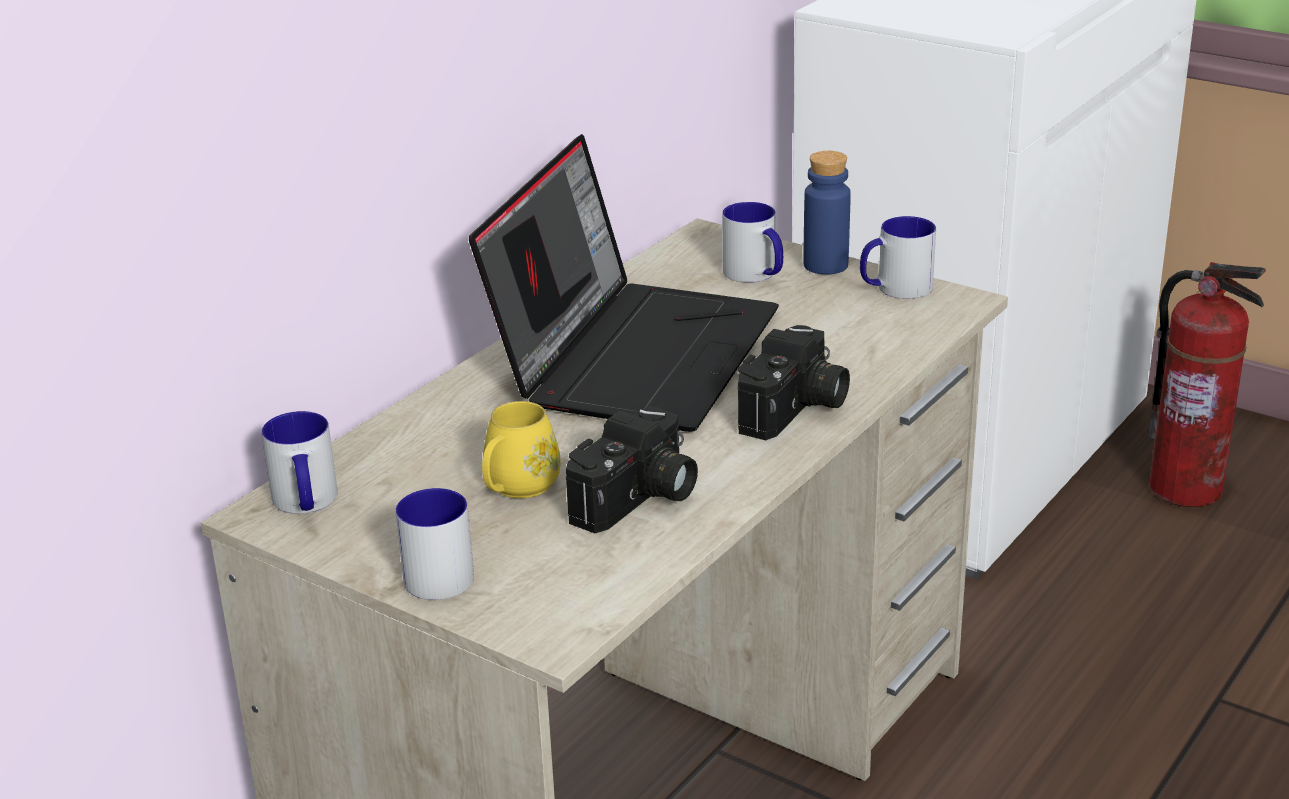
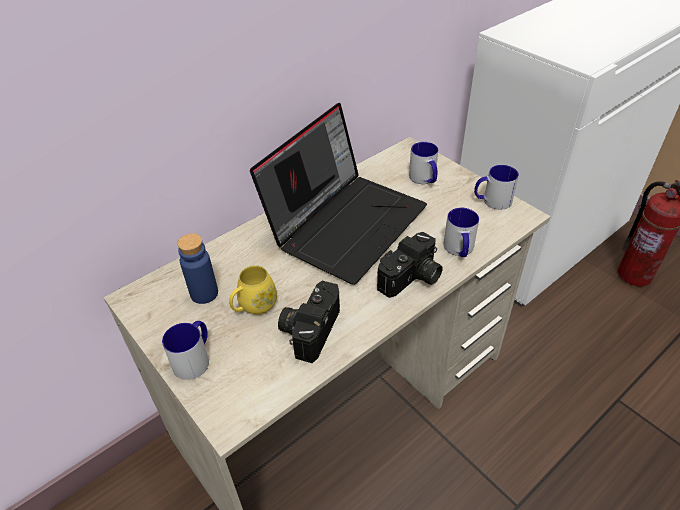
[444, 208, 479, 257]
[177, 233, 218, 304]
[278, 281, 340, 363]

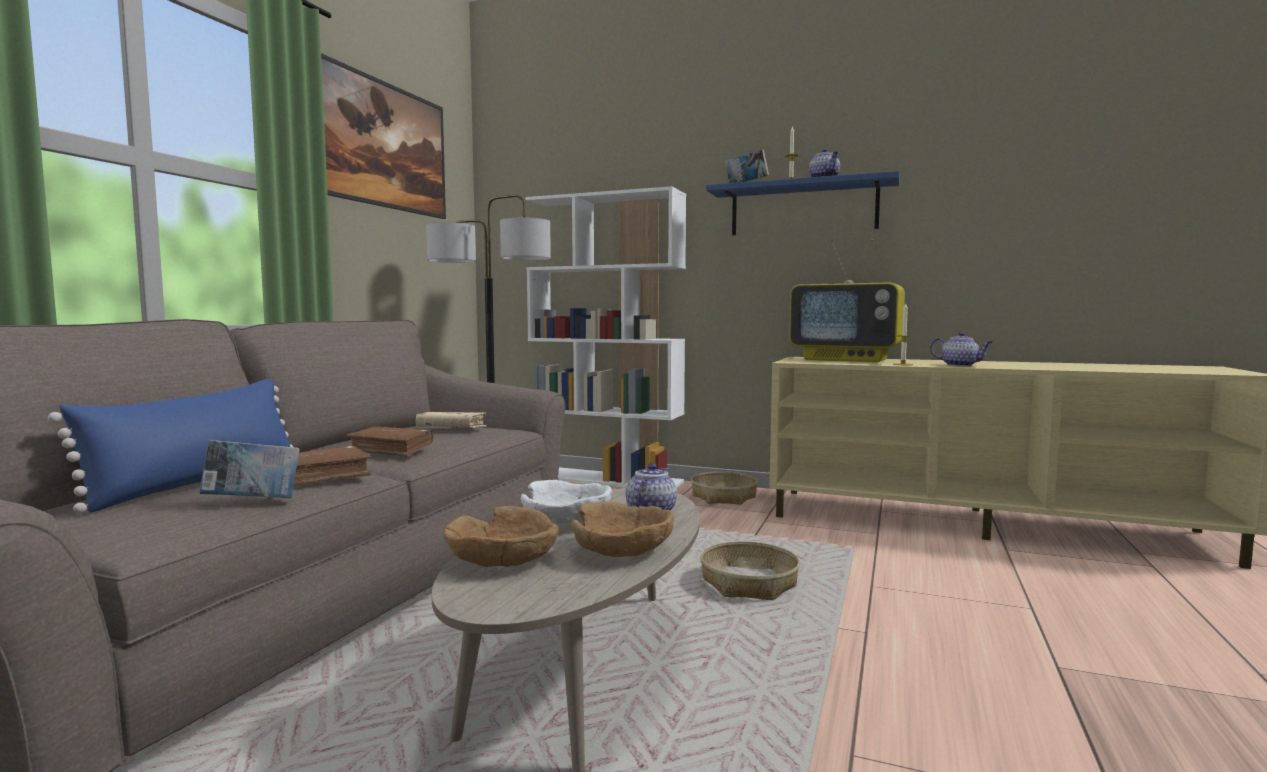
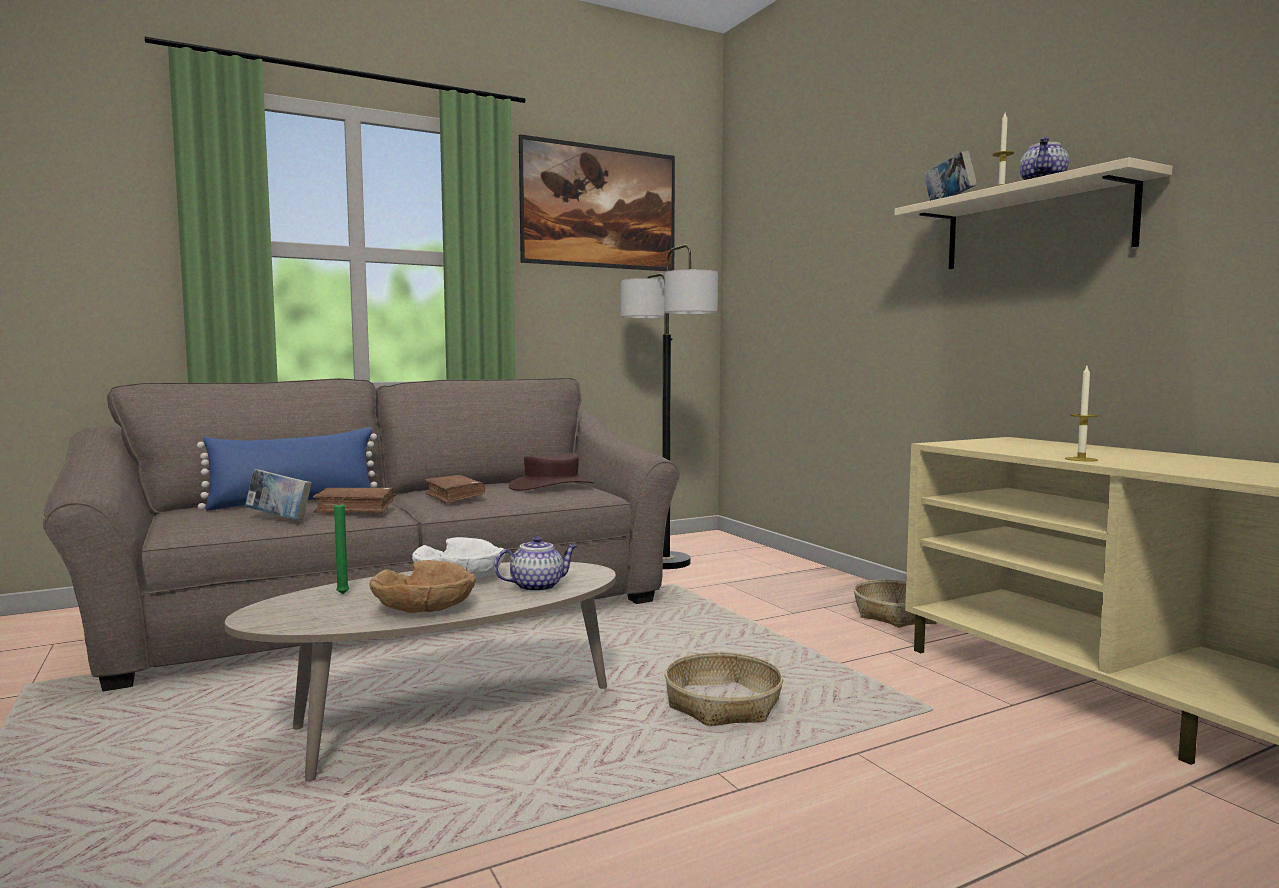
[525, 186, 686, 488] (first image)
[789, 239, 905, 362] (first image)
[930, 332, 993, 366] (first image)
[508, 453, 594, 491]
[334, 495, 349, 594]
[894, 157, 1173, 269]

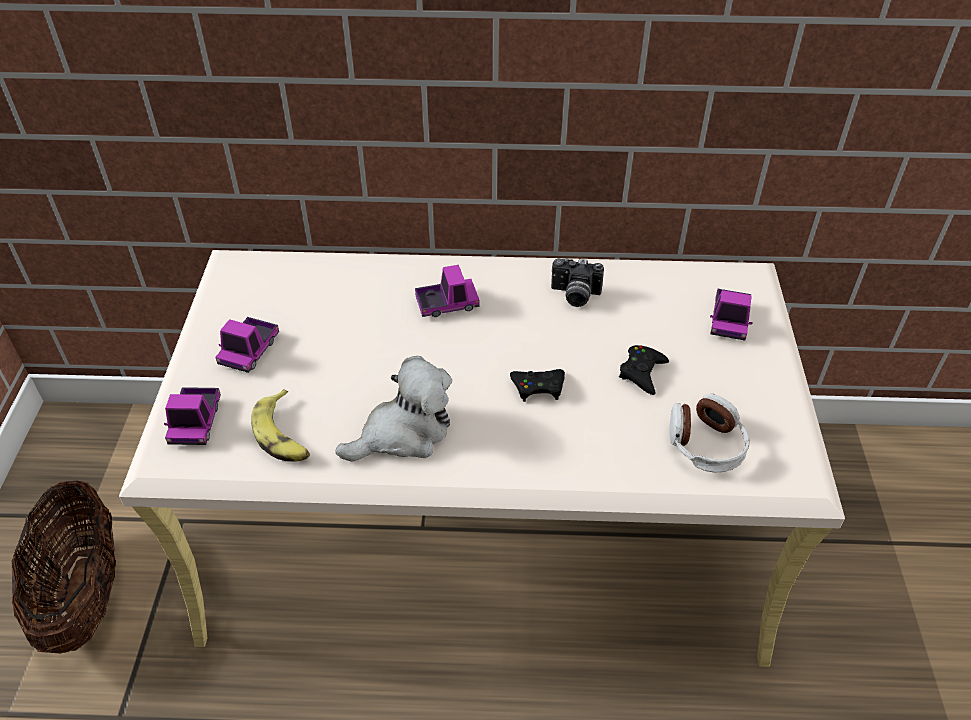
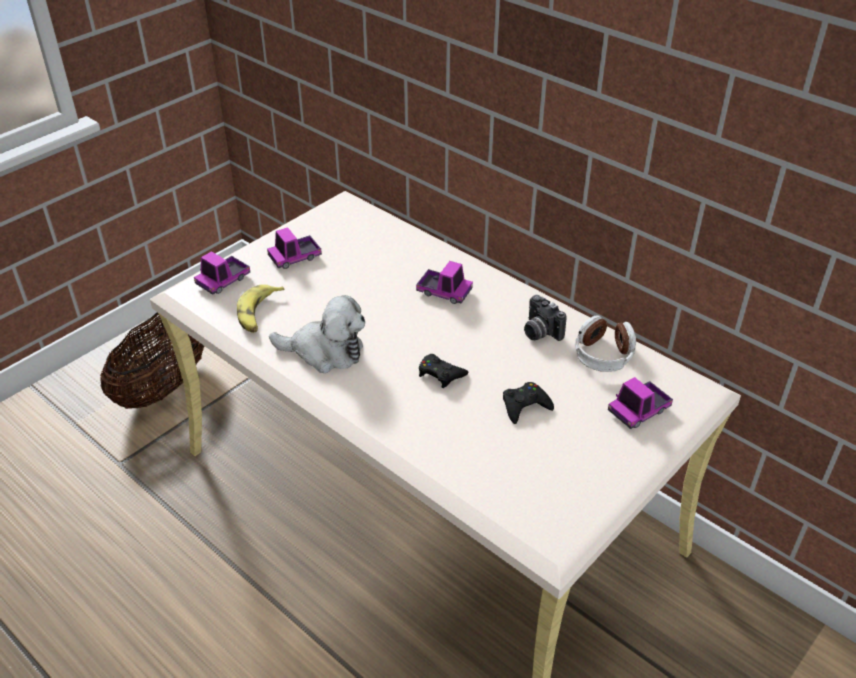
[575, 315, 636, 372]

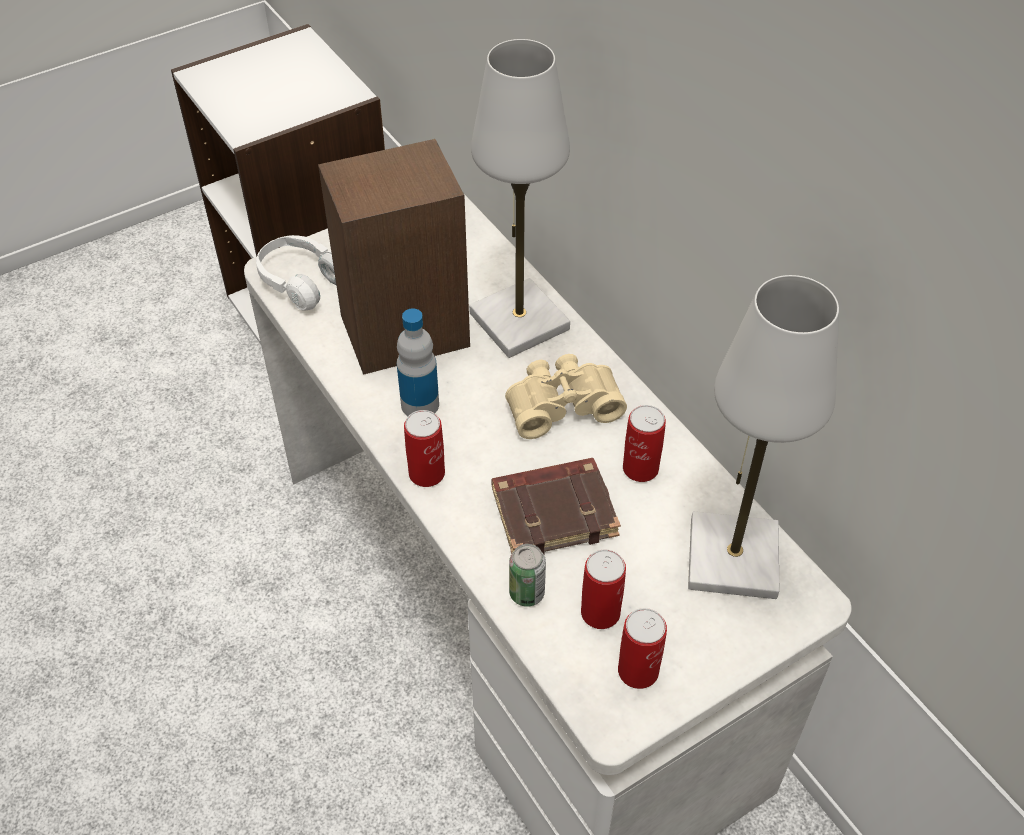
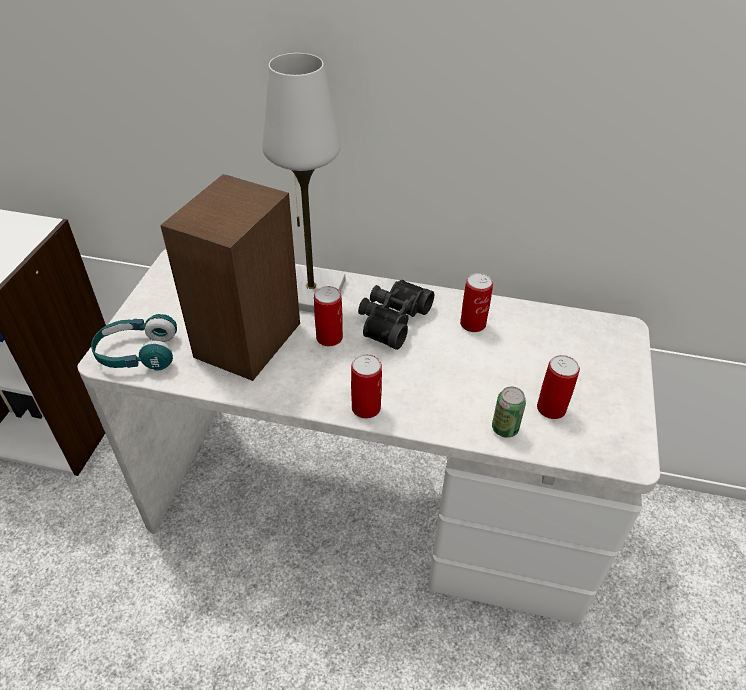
[397, 308, 439, 416] (first image)
[491, 458, 621, 555] (first image)
[688, 275, 839, 599] (first image)
[314, 286, 343, 346]
[91, 314, 177, 371]
[358, 280, 434, 350]

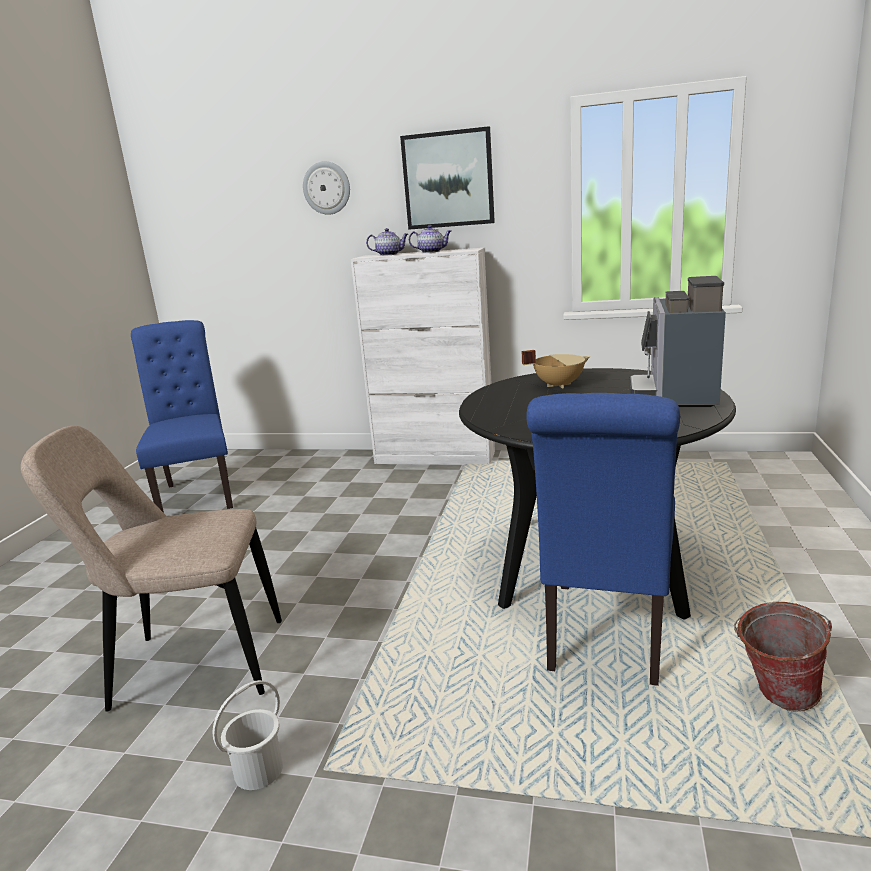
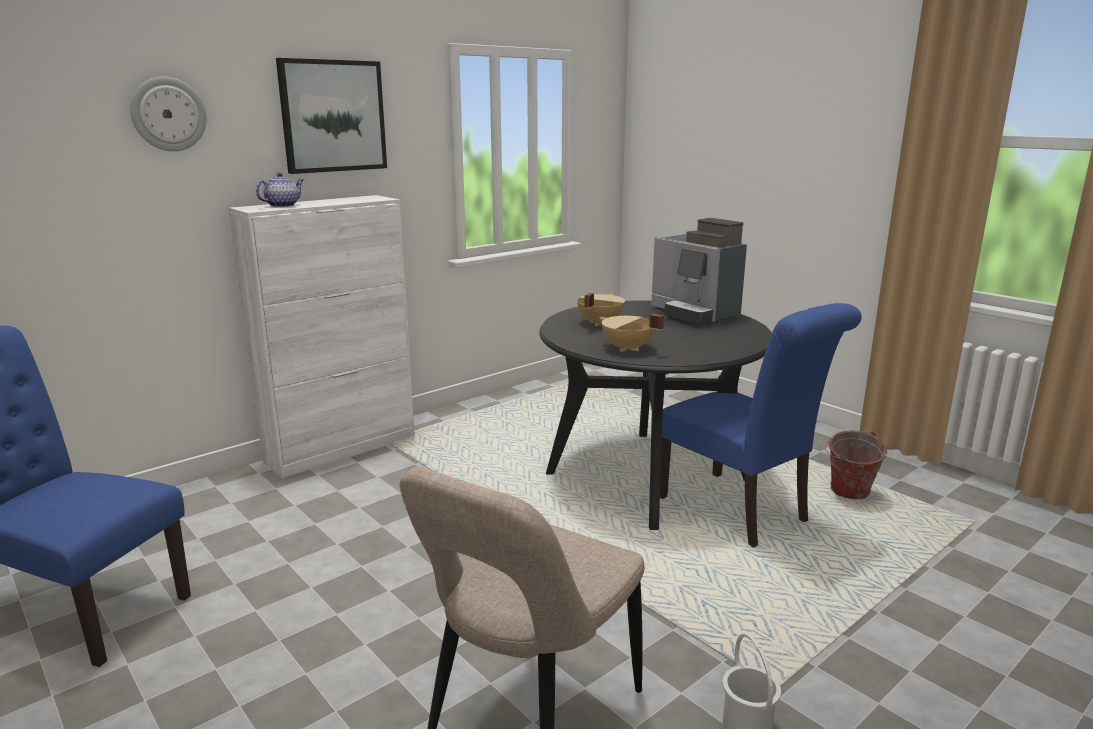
[409, 225, 451, 253] (first image)
[600, 314, 664, 352]

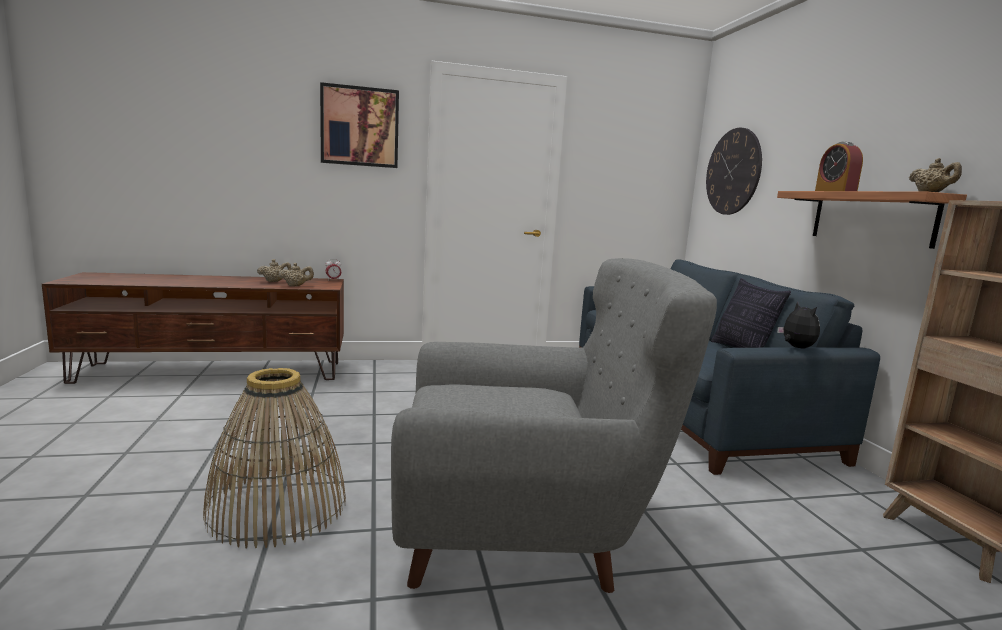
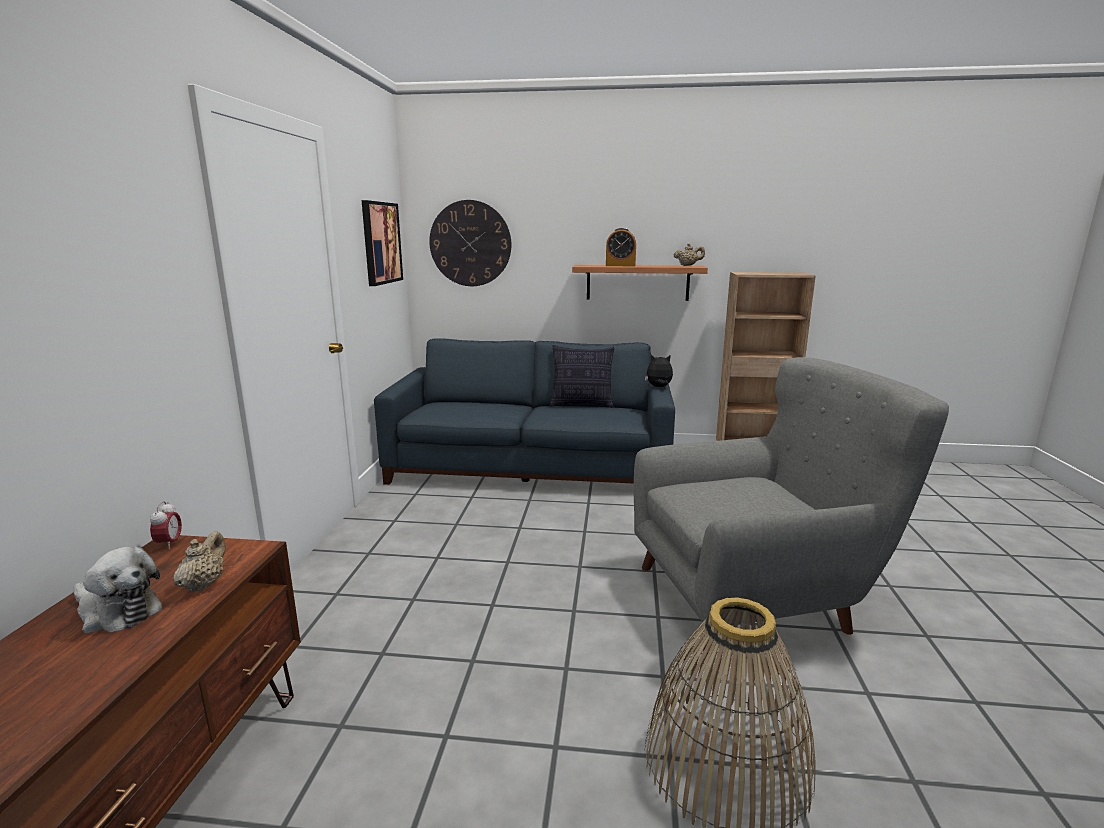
[362, 200, 403, 286]
[74, 547, 163, 633]
[634, 357, 949, 652]

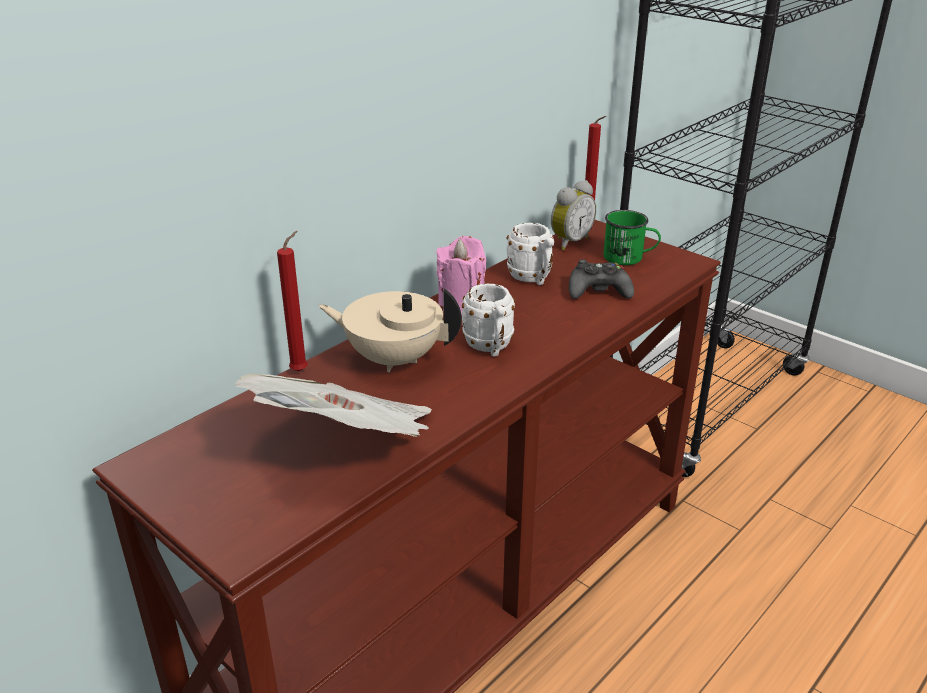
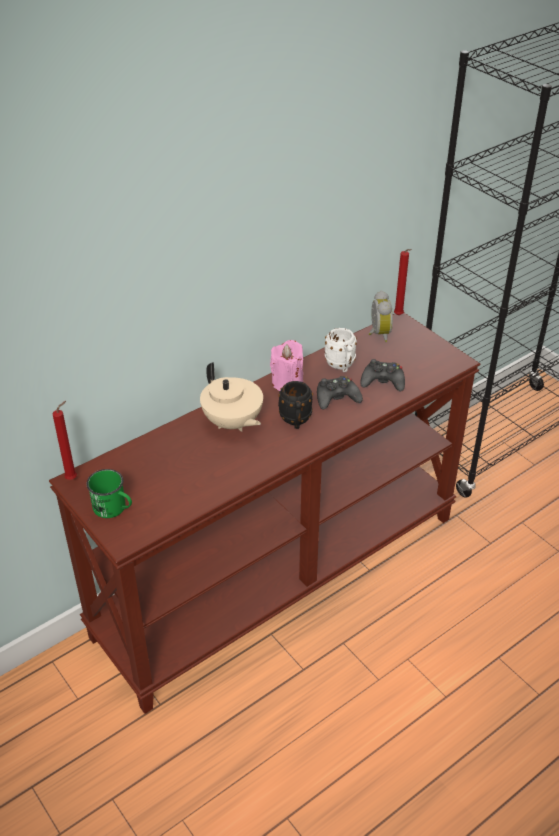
[235, 373, 431, 437] (first image)
[317, 376, 363, 409]
[52, 401, 77, 480]
[87, 469, 132, 518]
[278, 381, 313, 429]
[200, 362, 263, 432]
[369, 290, 393, 342]

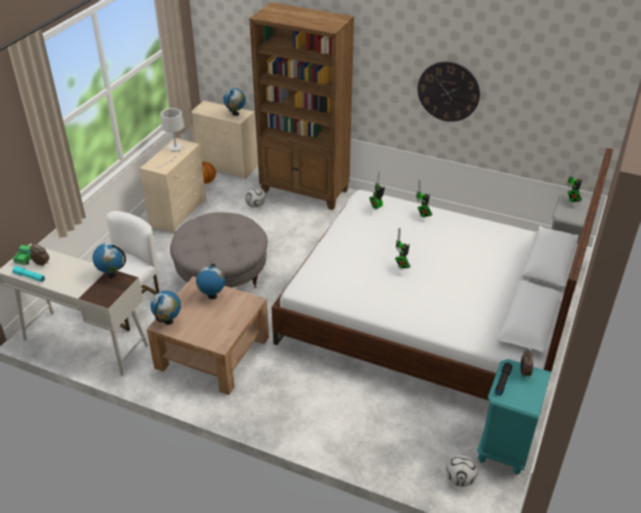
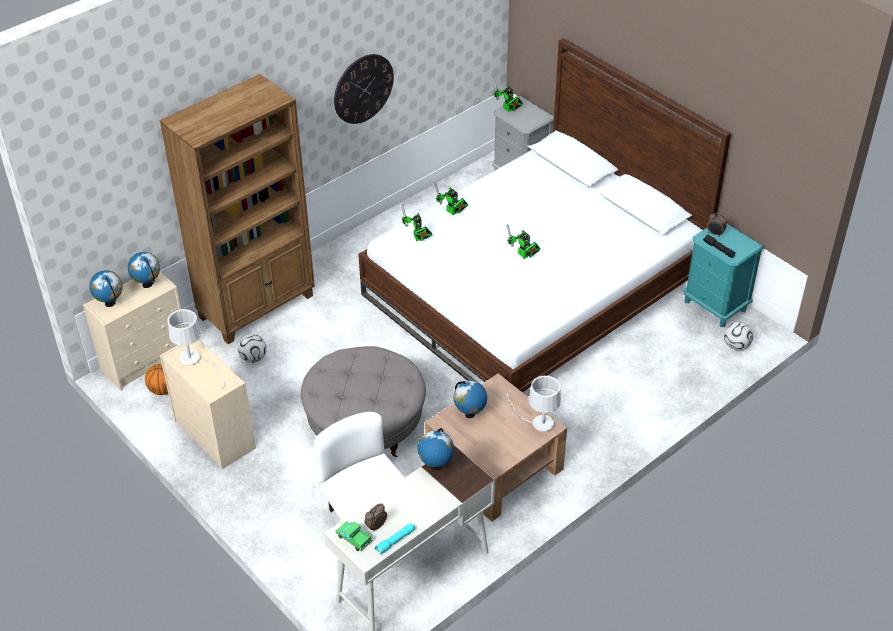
[507, 376, 561, 432]
[89, 270, 123, 307]

